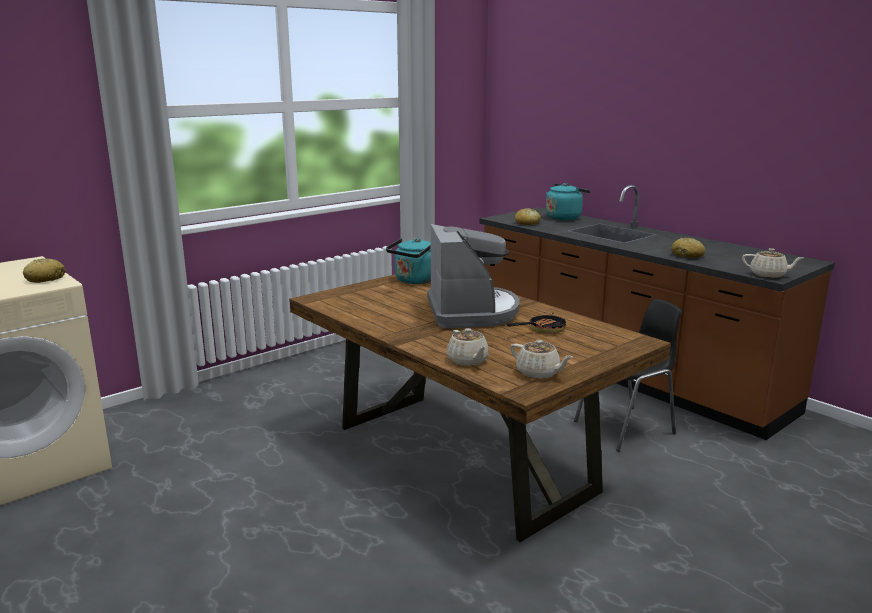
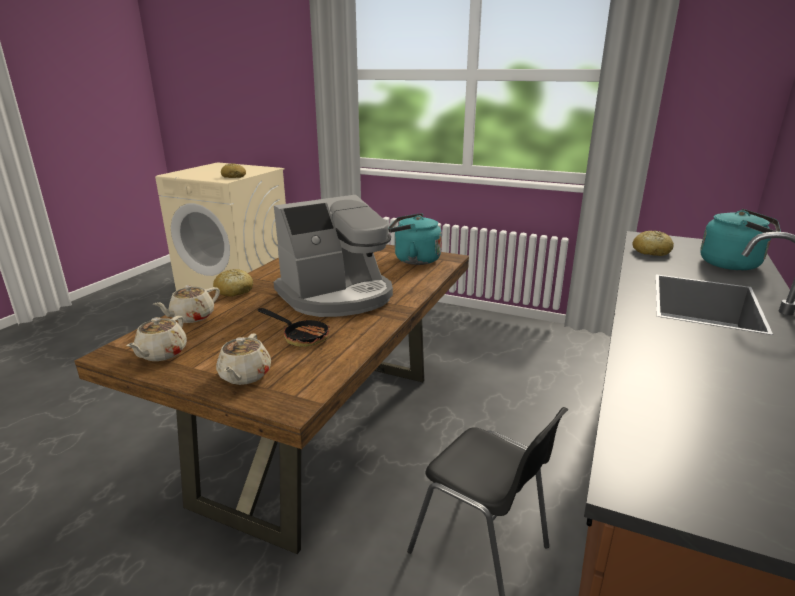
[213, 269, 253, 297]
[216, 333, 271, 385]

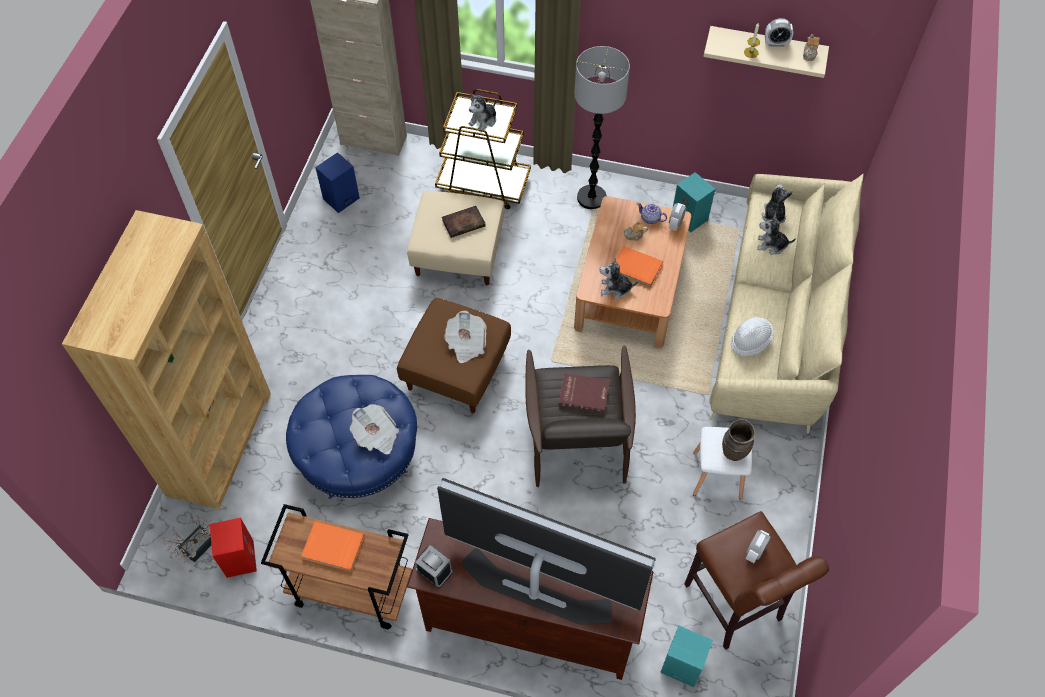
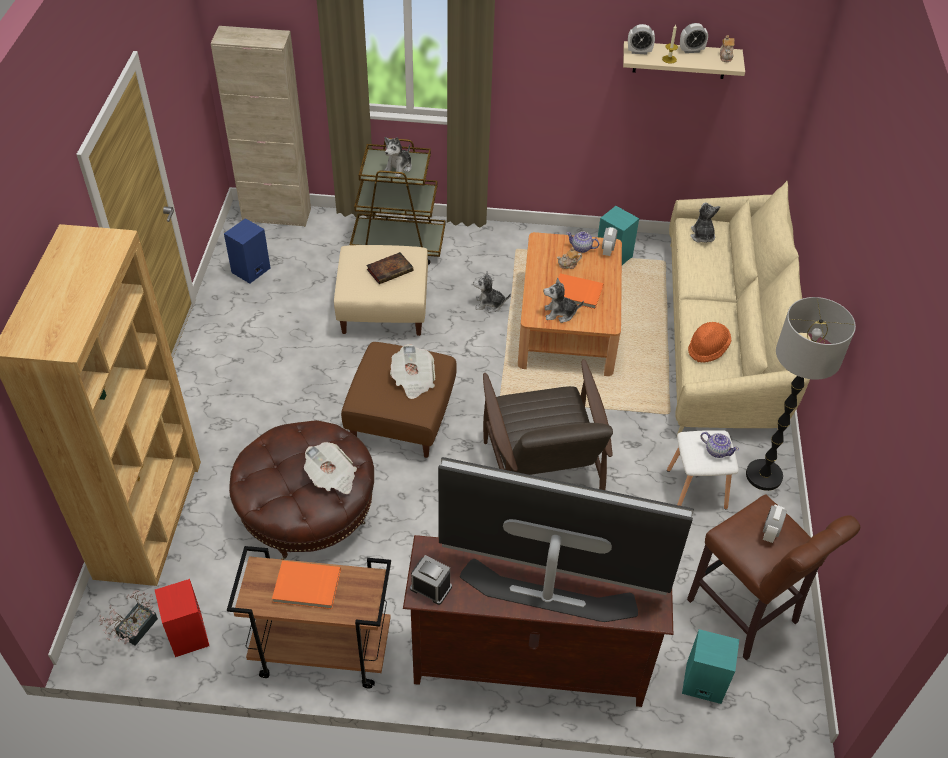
[559, 373, 610, 412] (first image)
[628, 24, 655, 54]
[746, 297, 856, 491]
[473, 271, 511, 313]
[700, 432, 739, 458]
[229, 420, 374, 560]
[688, 322, 732, 363]

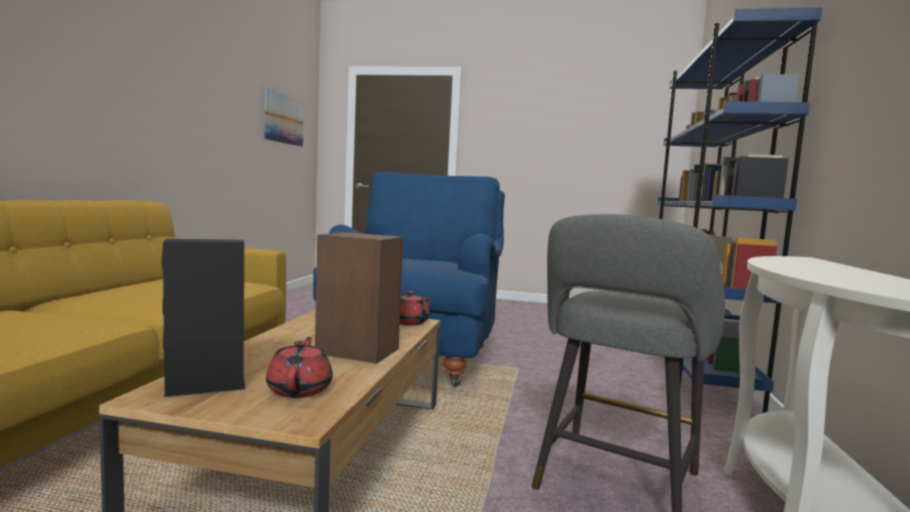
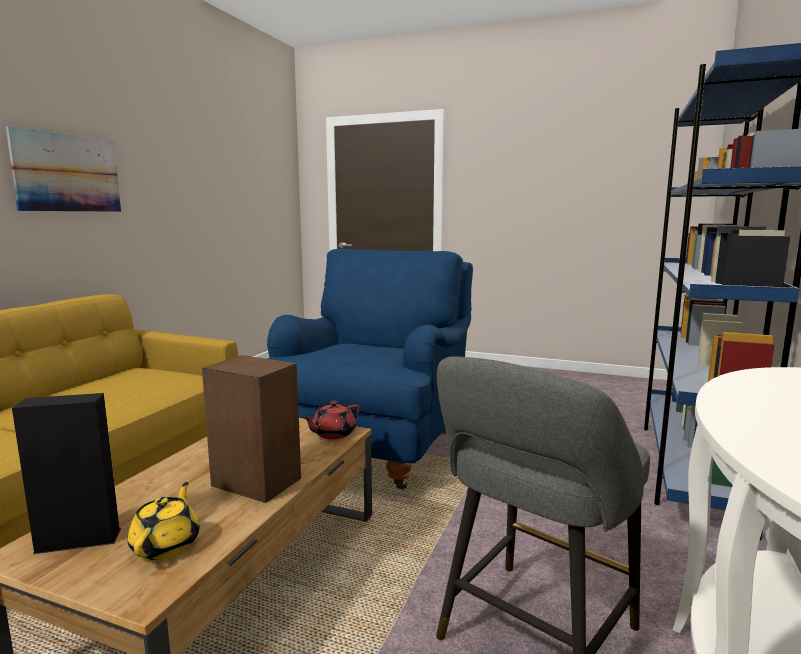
[6, 126, 121, 212]
[128, 482, 199, 560]

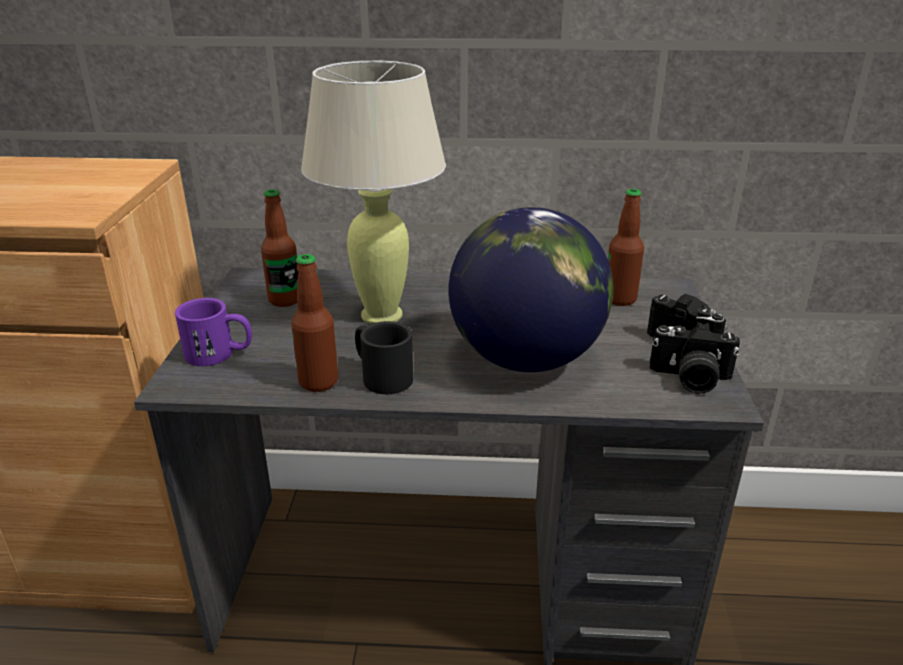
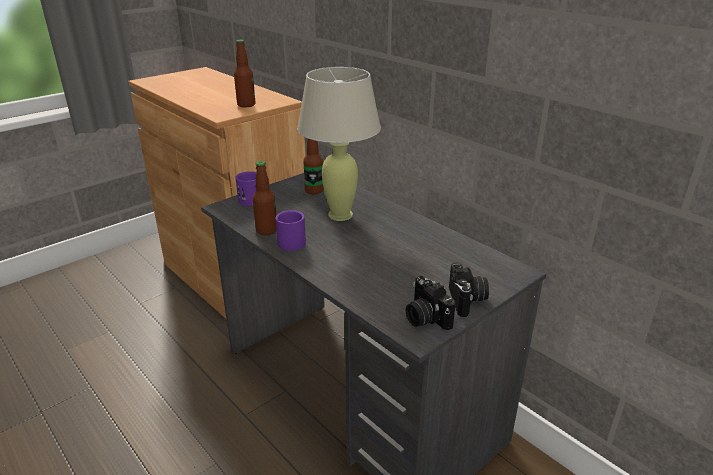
[448, 207, 613, 372] (first image)
[234, 40, 255, 108]
[276, 210, 306, 251]

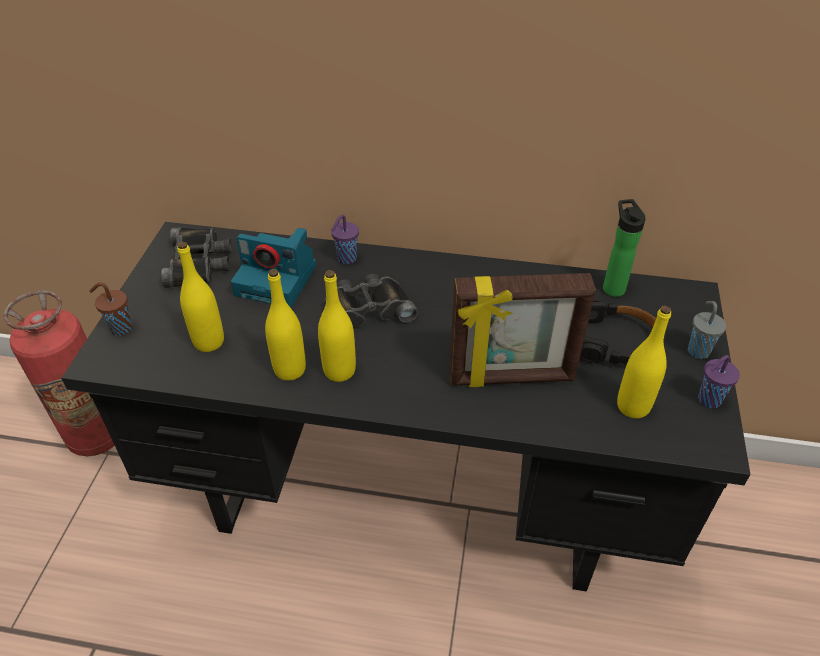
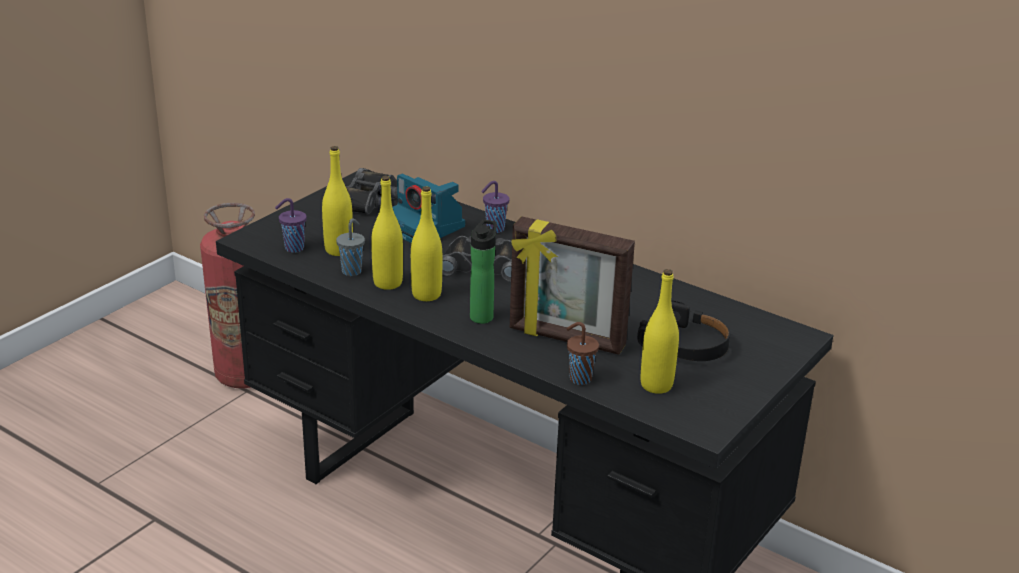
[566, 322, 599, 385]
[470, 219, 497, 324]
[336, 218, 365, 276]
[275, 198, 306, 253]

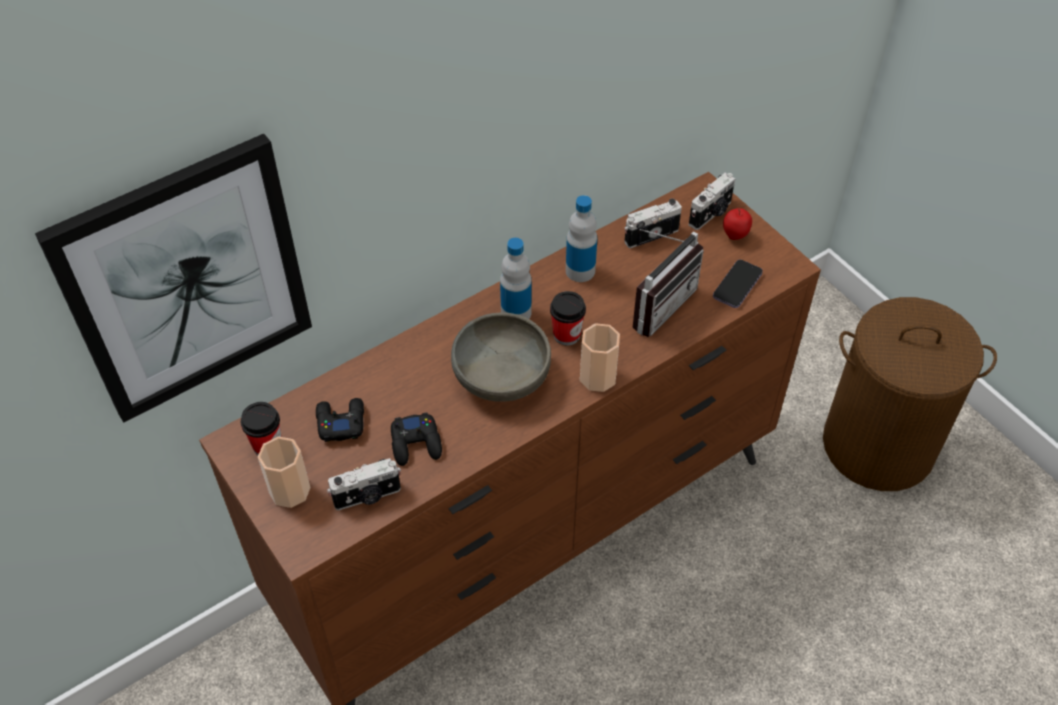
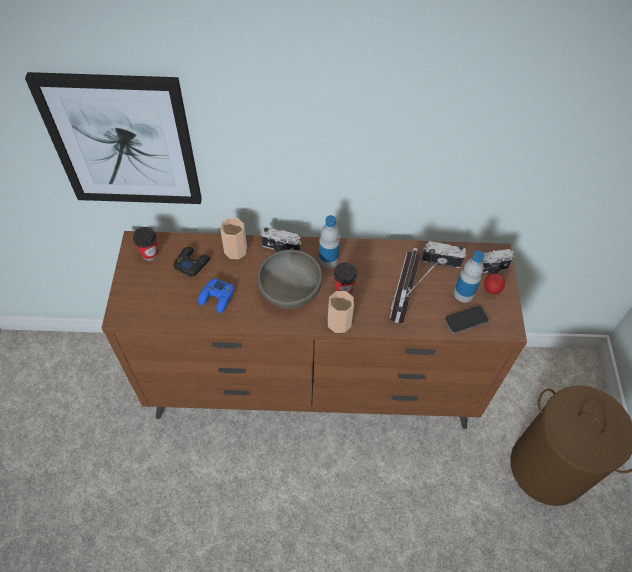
[220, 218, 247, 259]
[260, 227, 301, 252]
[454, 250, 484, 303]
[198, 278, 234, 313]
[390, 248, 438, 323]

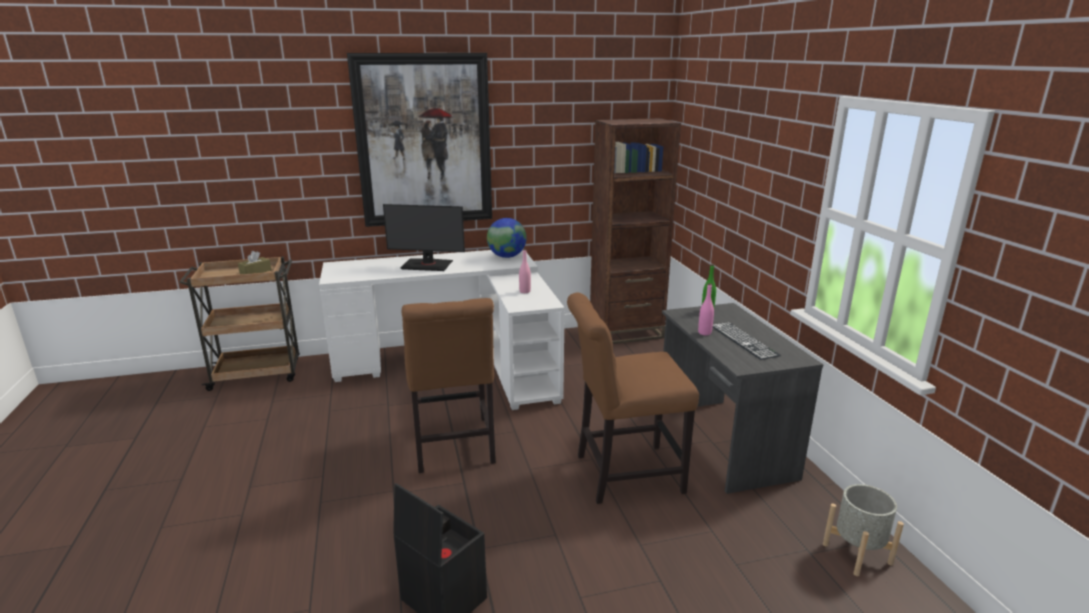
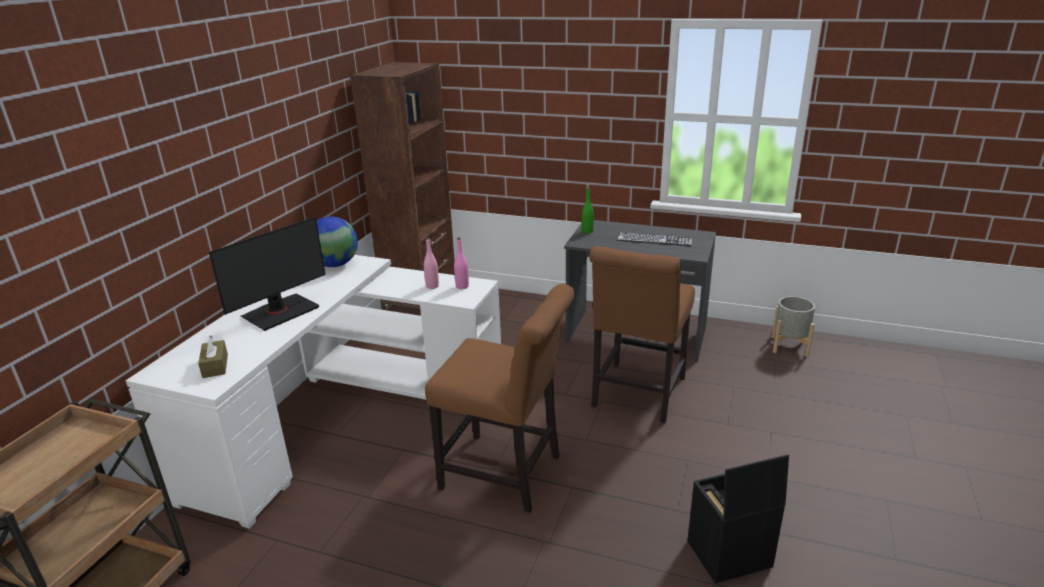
[347, 53, 492, 227] (first image)
[198, 335, 228, 378]
[454, 237, 469, 289]

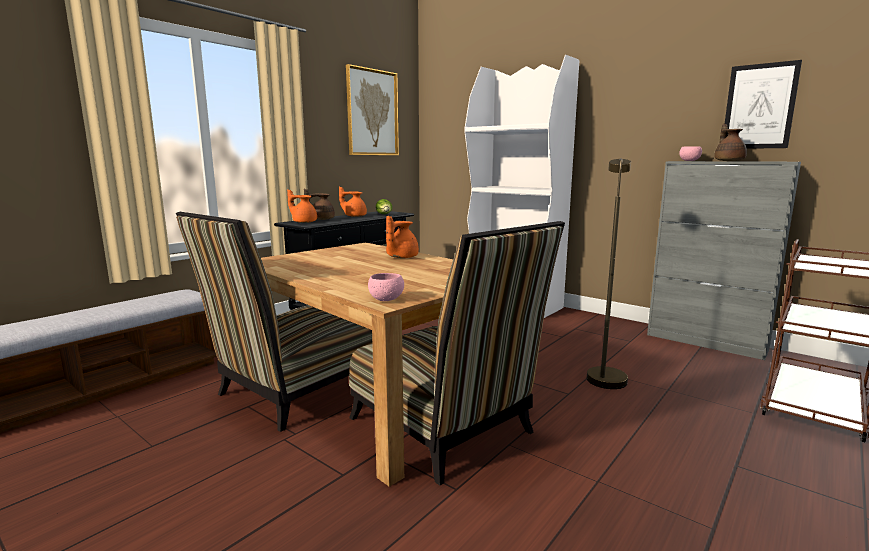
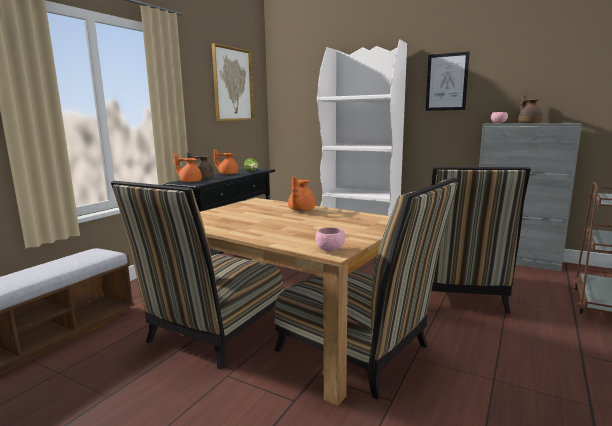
[426, 52, 470, 111]
[431, 167, 531, 314]

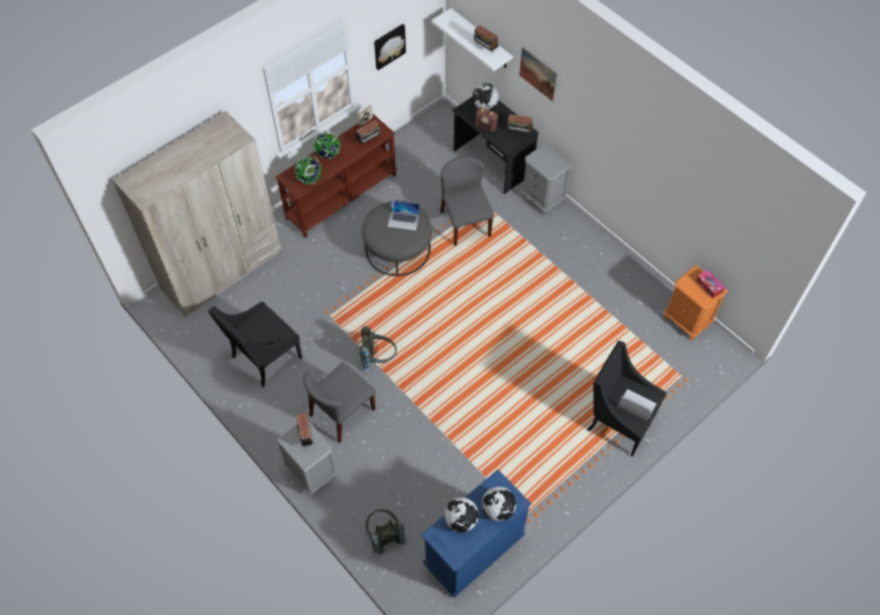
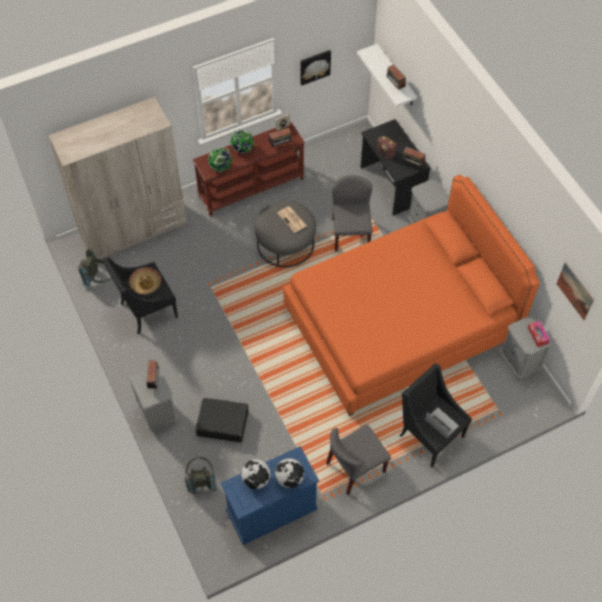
[473, 83, 499, 110] (first image)
[129, 267, 161, 294]
[195, 398, 249, 442]
[283, 175, 540, 416]
[326, 424, 391, 495]
[78, 249, 111, 288]
[557, 262, 594, 320]
[277, 206, 307, 233]
[500, 315, 553, 381]

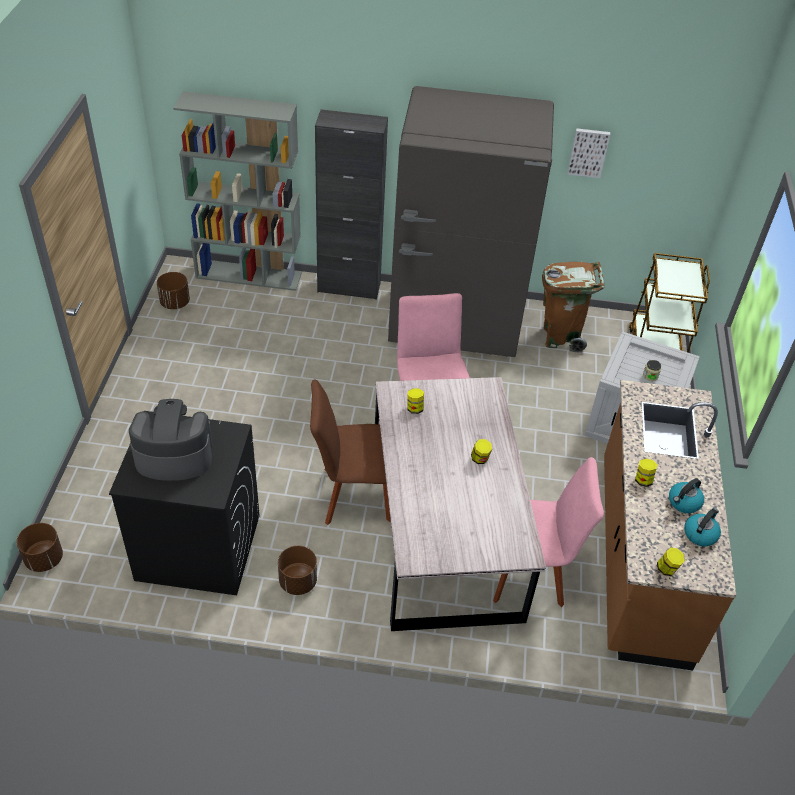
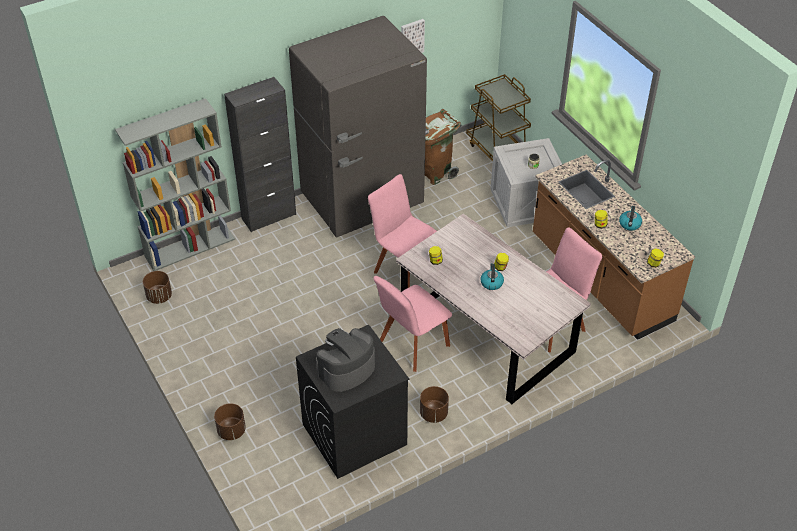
[214, 403, 246, 440]
[480, 263, 504, 290]
[373, 276, 452, 372]

